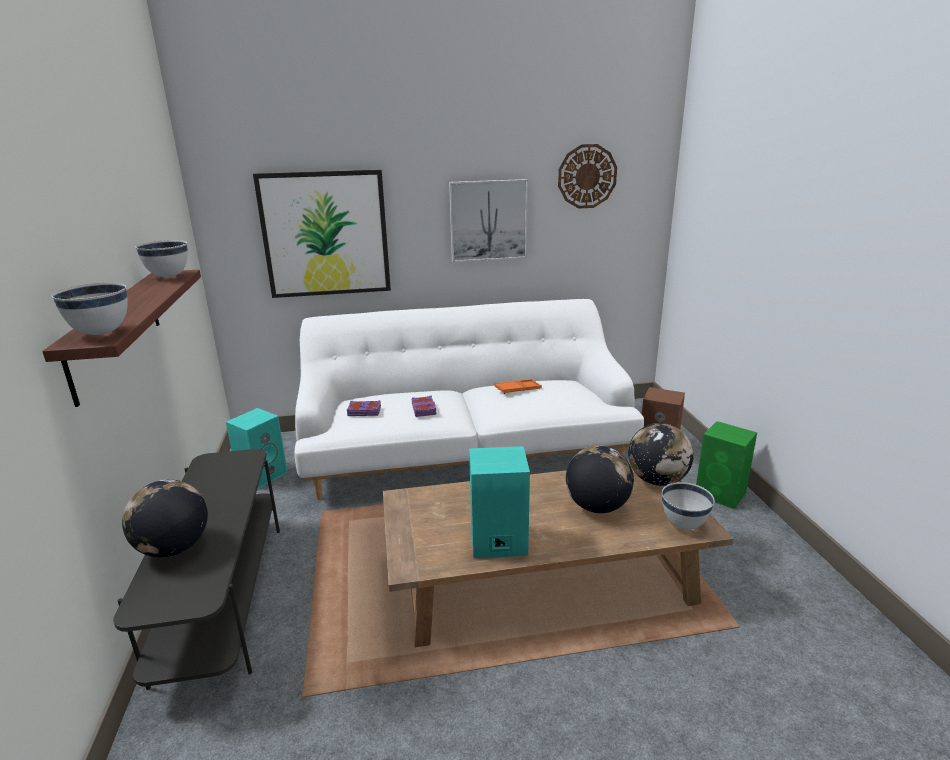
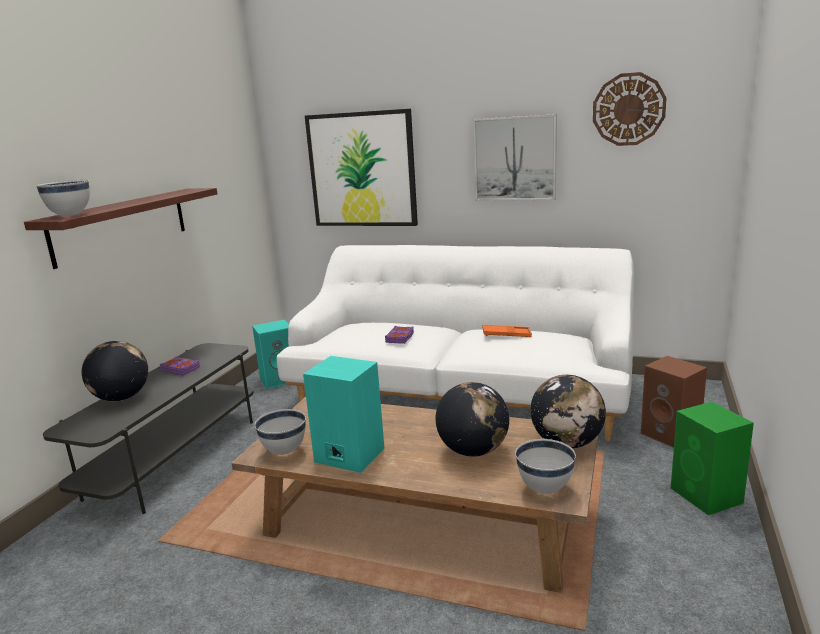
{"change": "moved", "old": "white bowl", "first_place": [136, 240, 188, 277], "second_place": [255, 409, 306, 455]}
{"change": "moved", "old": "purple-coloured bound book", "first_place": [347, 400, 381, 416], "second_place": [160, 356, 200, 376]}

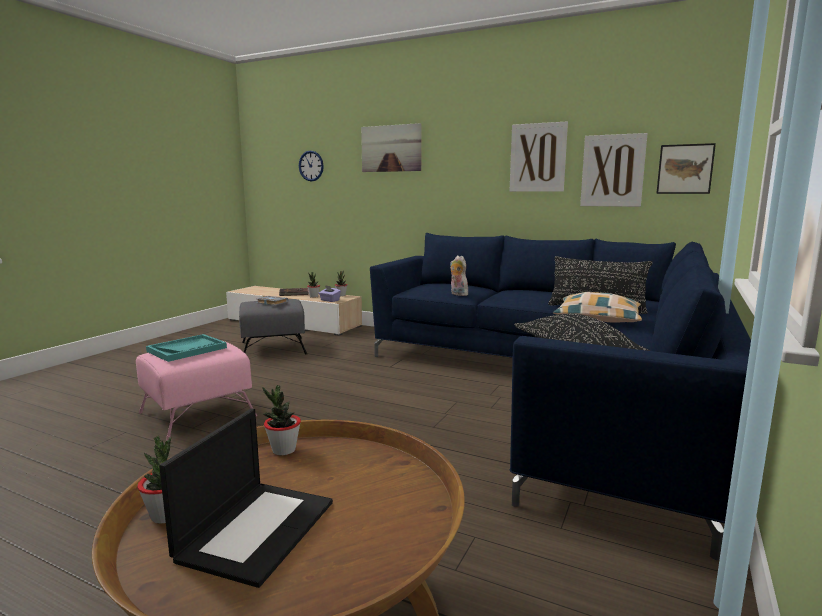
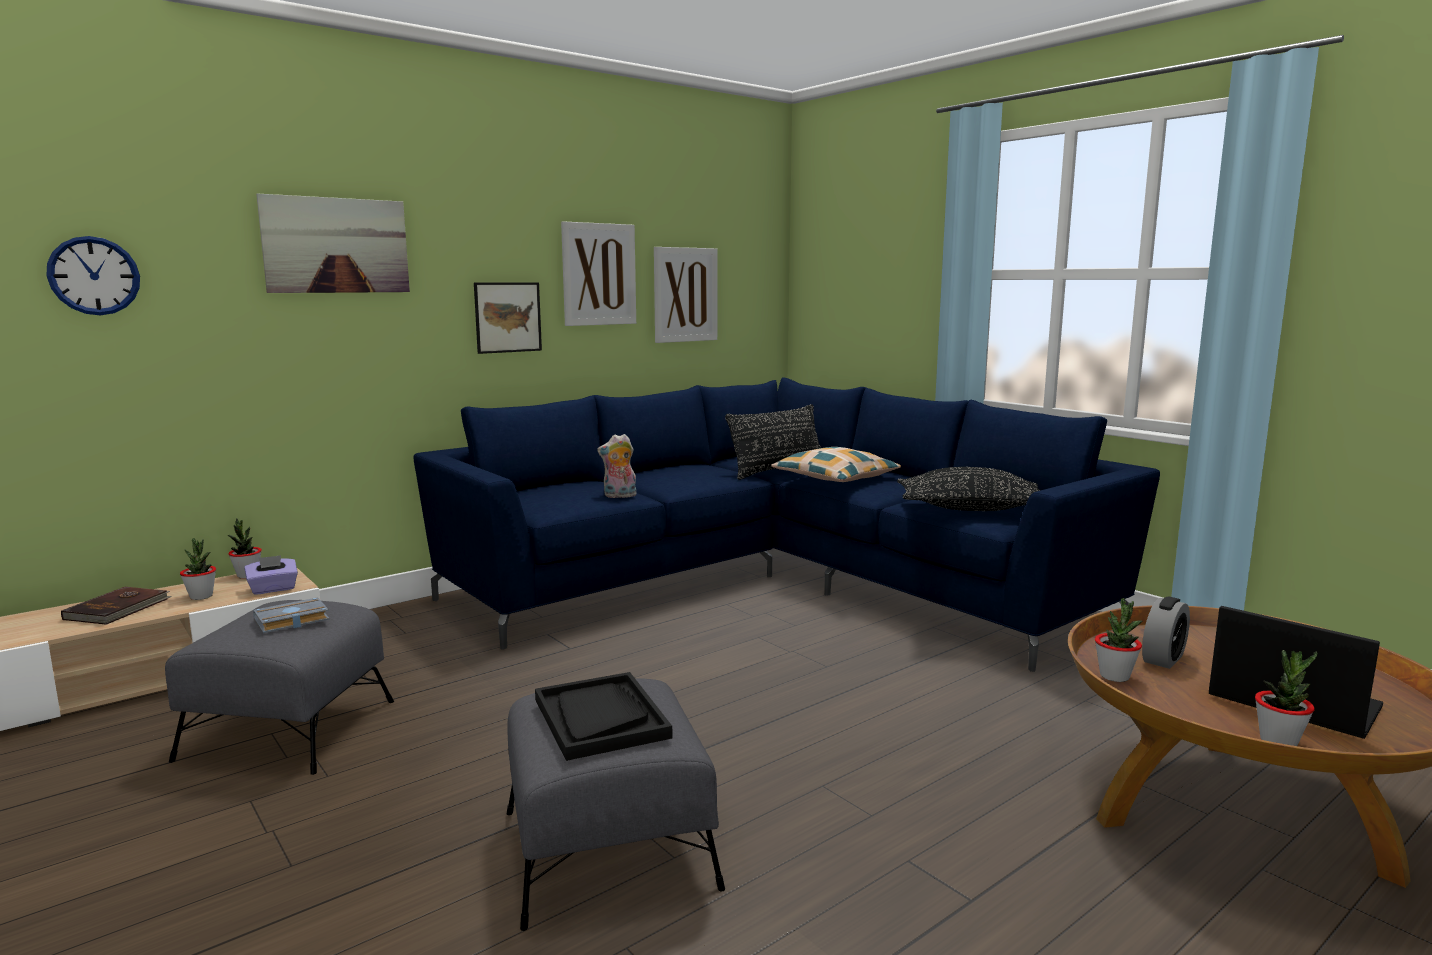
{"change": "recoloured", "old": "pink-coloured pouffe", "new": "gray pouffe", "first_place": [136, 341, 257, 441], "second_place": [507, 678, 725, 931]}
{"change": "recoloured", "old": "turquoise carrying tray", "new": "blackish carrying tray", "first_place": [146, 334, 227, 362], "second_place": [535, 672, 672, 761]}
{"change": "moved", "old": "wall art", "first_place": [656, 143, 716, 194], "second_place": [474, 282, 542, 354]}
{"change": "added", "new": "bedside clock", "second_place": [1142, 596, 1190, 669]}

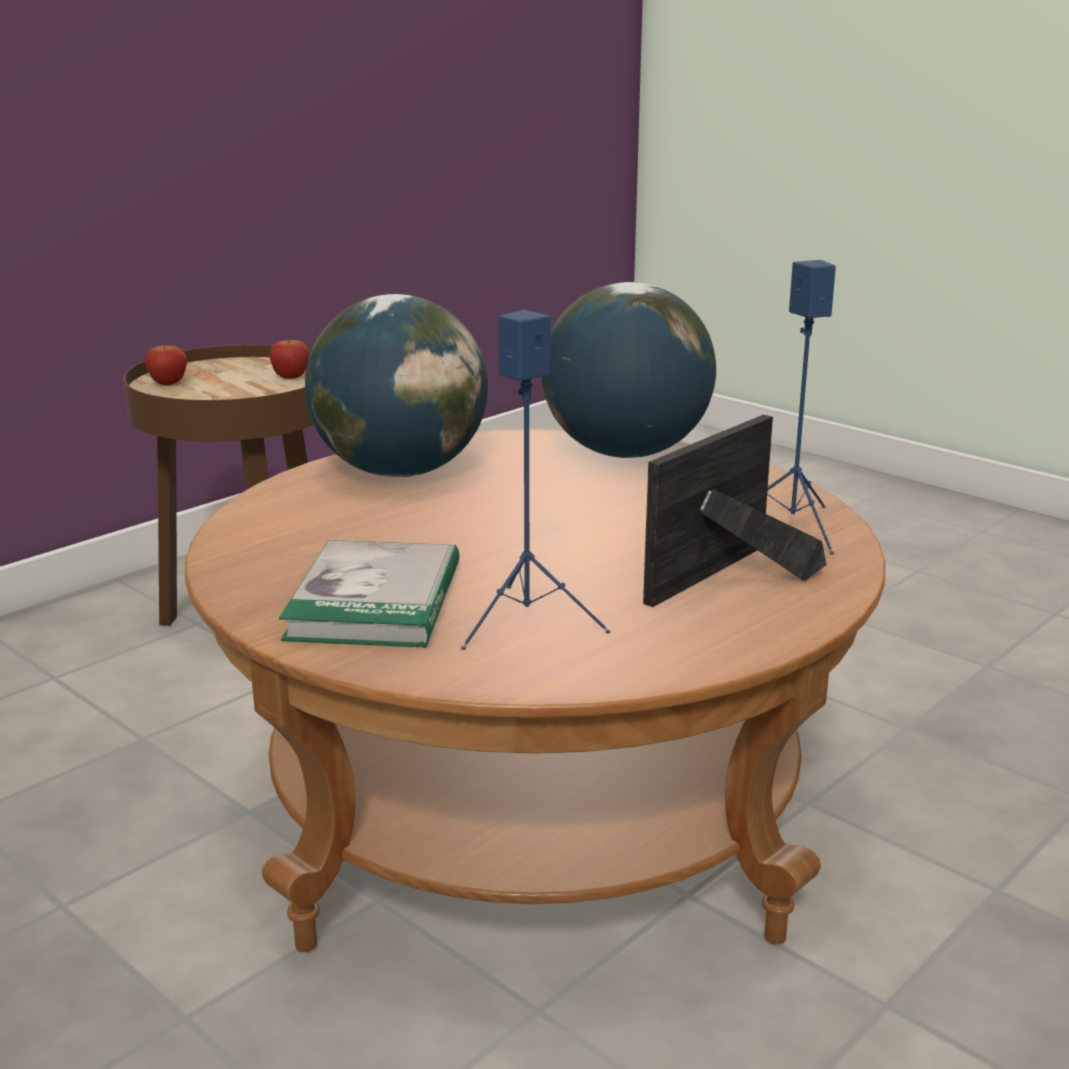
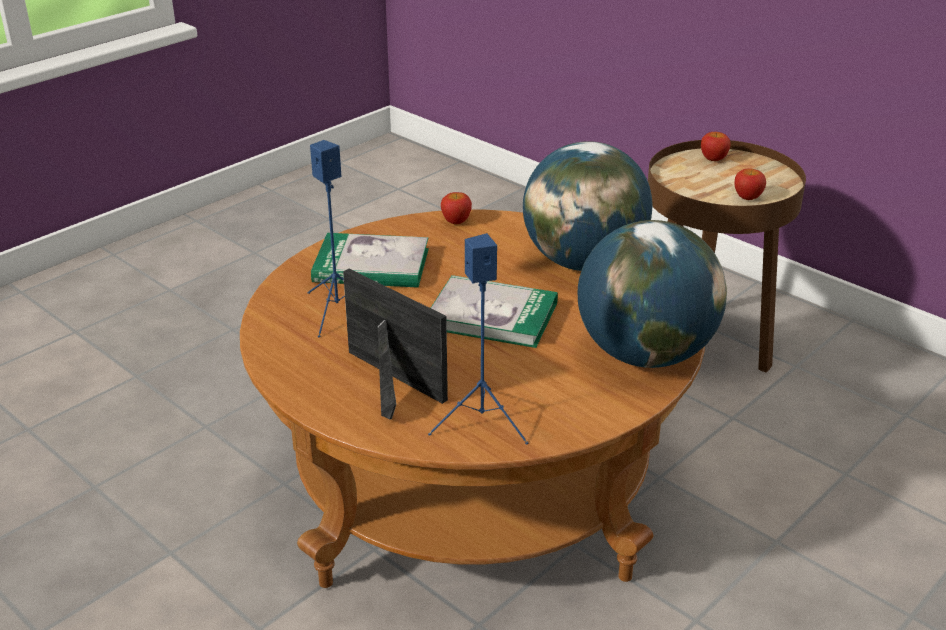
{"change": "added", "new": "bound book", "second_place": [431, 275, 558, 348]}
{"change": "added", "new": "apple fruit", "second_place": [441, 192, 472, 224]}

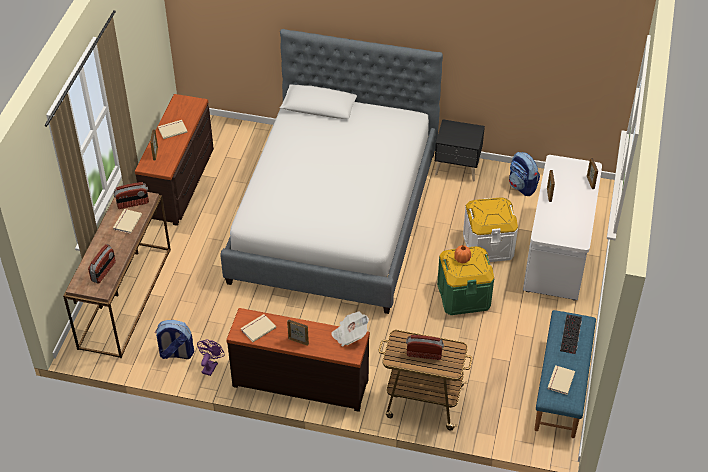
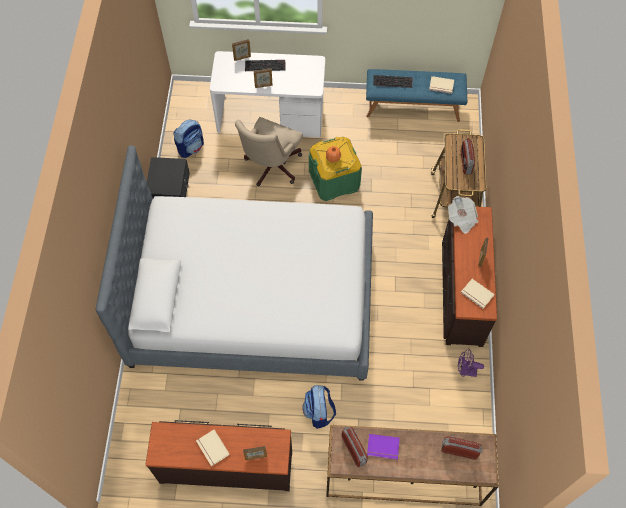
{"change": "recoloured", "old": "sand-coloured bound book", "new": "purple-coloured bound book", "first_place": [113, 209, 142, 234], "second_place": [367, 434, 400, 460]}
{"change": "moved", "old": "rucksack", "first_place": [155, 320, 194, 359], "second_place": [302, 385, 336, 429]}
{"change": "replaced", "old": "white storage bin", "new": "sand-coloured computer chair", "first_place": [463, 197, 518, 262], "second_place": [235, 117, 303, 186]}
{"change": "added", "new": "PC keyboard", "second_place": [245, 60, 286, 71]}

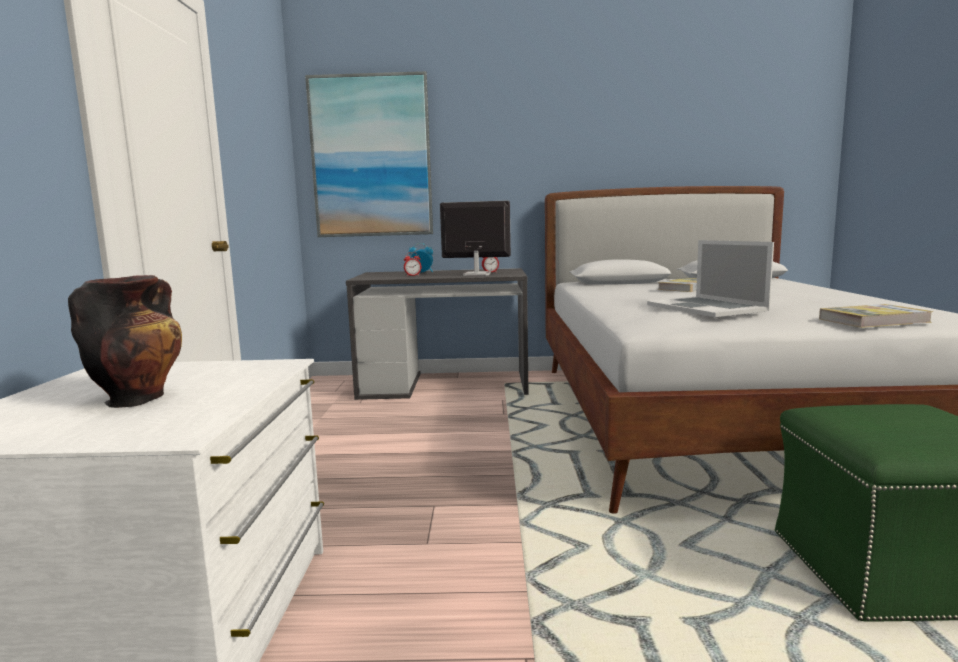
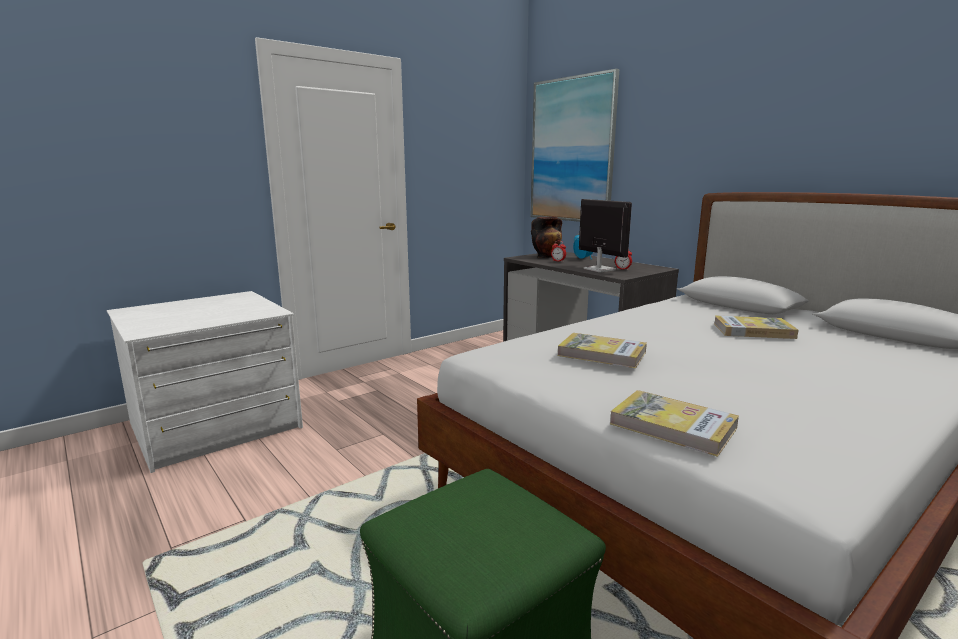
{"change": "moved", "old": "vase", "first_place": [68, 275, 182, 408], "second_place": [531, 216, 562, 258]}
{"change": "replaced", "old": "laptop", "new": "bound book", "first_place": [647, 240, 774, 317], "second_place": [557, 333, 647, 368]}

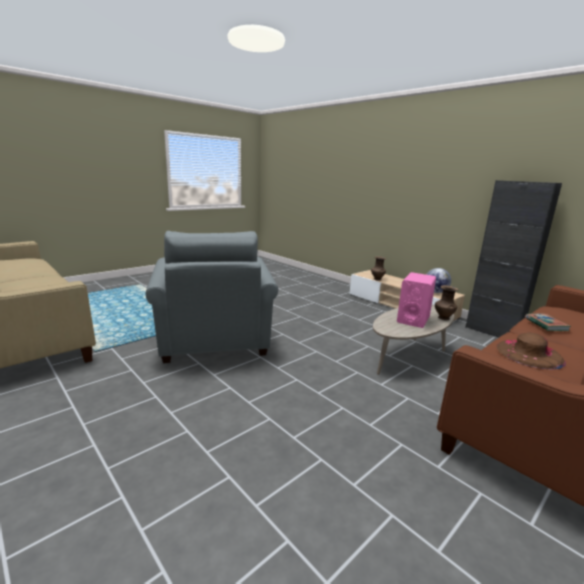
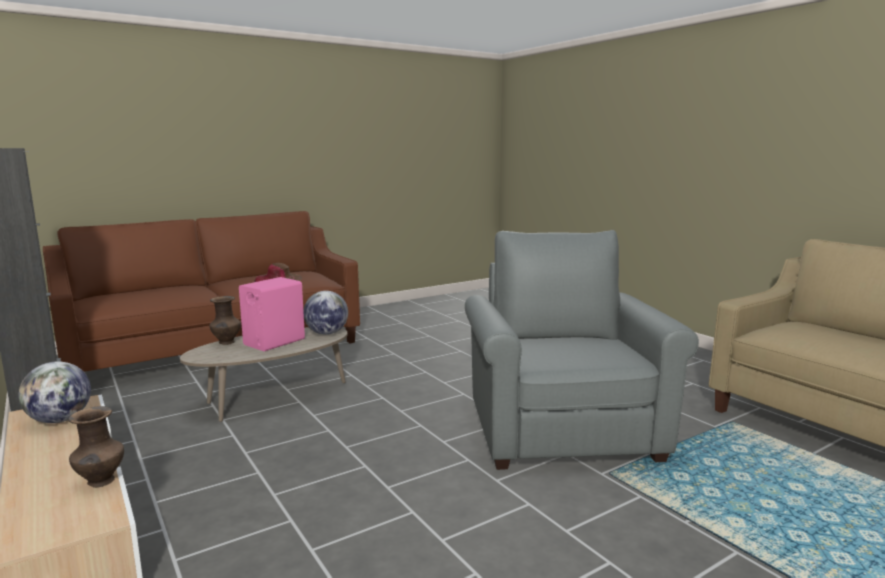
{"change": "removed", "old": "bound book", "first_place": [525, 314, 571, 331]}
{"change": "added", "new": "globe", "second_place": [303, 291, 348, 335]}

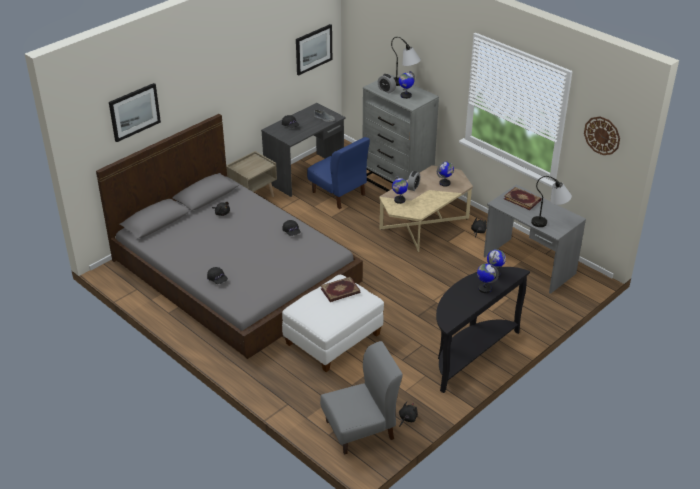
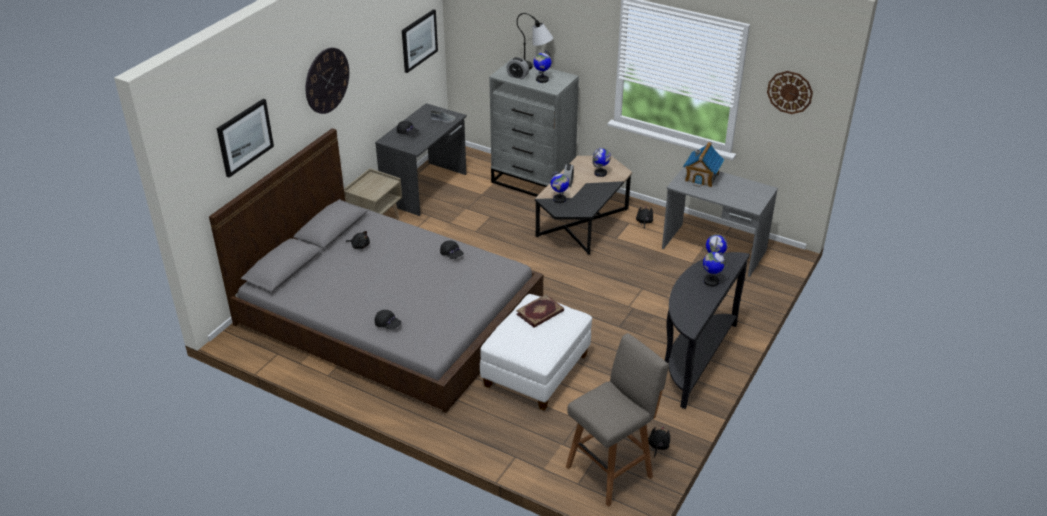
{"change": "removed", "old": "blue-coloured upright chair", "first_place": [307, 137, 370, 209]}
{"change": "replaced", "old": "gray upright chair", "new": "gray stool seat", "first_place": [320, 341, 403, 455], "second_place": [566, 333, 669, 507]}
{"change": "recoloured", "old": "sand-coloured coffee table", "new": "blackish coffee table", "first_place": [379, 165, 473, 252], "second_place": [535, 156, 632, 255]}
{"change": "replaced", "old": "bound book", "new": "miniature house", "first_place": [504, 187, 541, 210], "second_place": [683, 142, 725, 187]}
{"change": "removed", "old": "lamp for a table", "first_place": [531, 176, 572, 227]}
{"change": "added", "new": "wall clock", "second_place": [306, 48, 349, 114]}

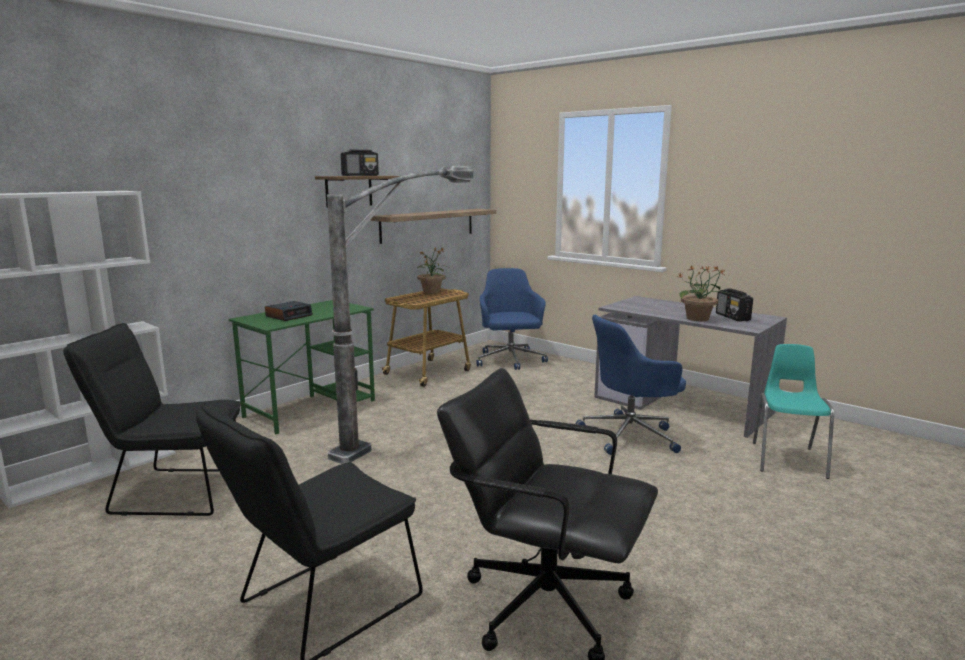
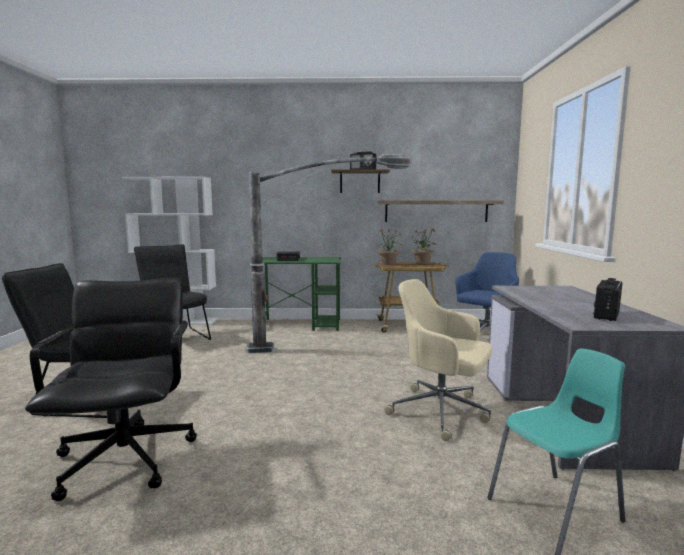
{"change": "recoloured", "old": "blue-coloured computer chair", "new": "sand-coloured computer chair", "first_place": [576, 315, 686, 455], "second_place": [384, 279, 492, 441]}
{"change": "moved", "old": "plant in a pot", "first_place": [679, 266, 728, 321], "second_place": [376, 229, 401, 265]}

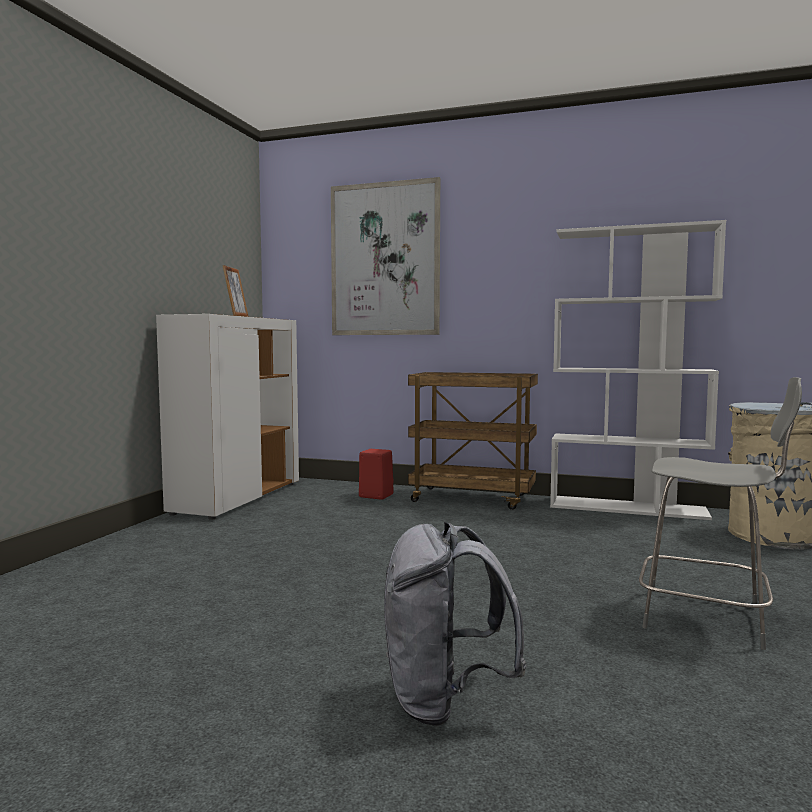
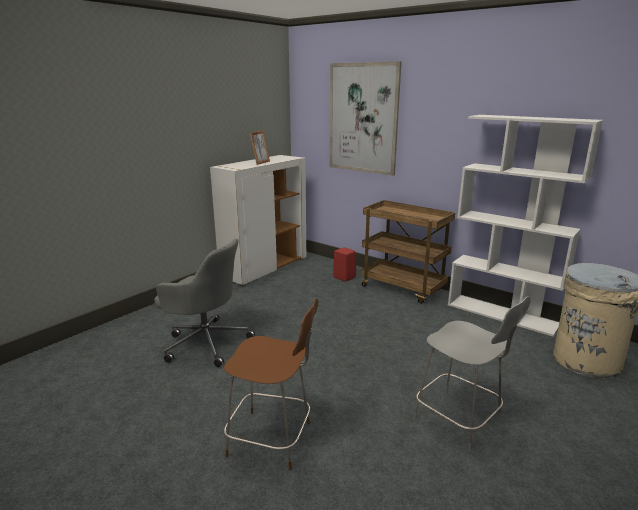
{"change": "replaced", "old": "gray rucksack", "new": "brown-coloured upright chair", "first_place": [384, 522, 527, 726], "second_place": [224, 298, 318, 470]}
{"change": "added", "new": "gray computer chair", "second_place": [154, 238, 255, 367]}

